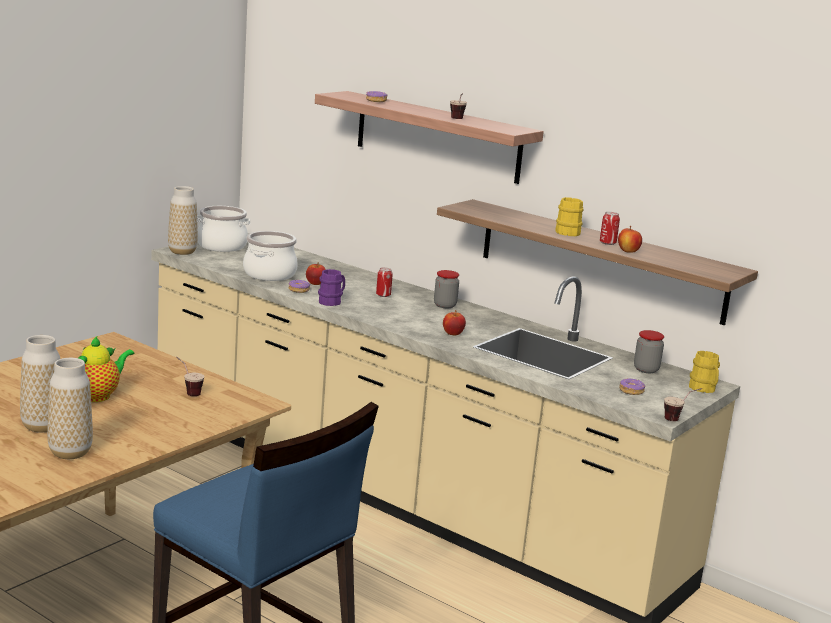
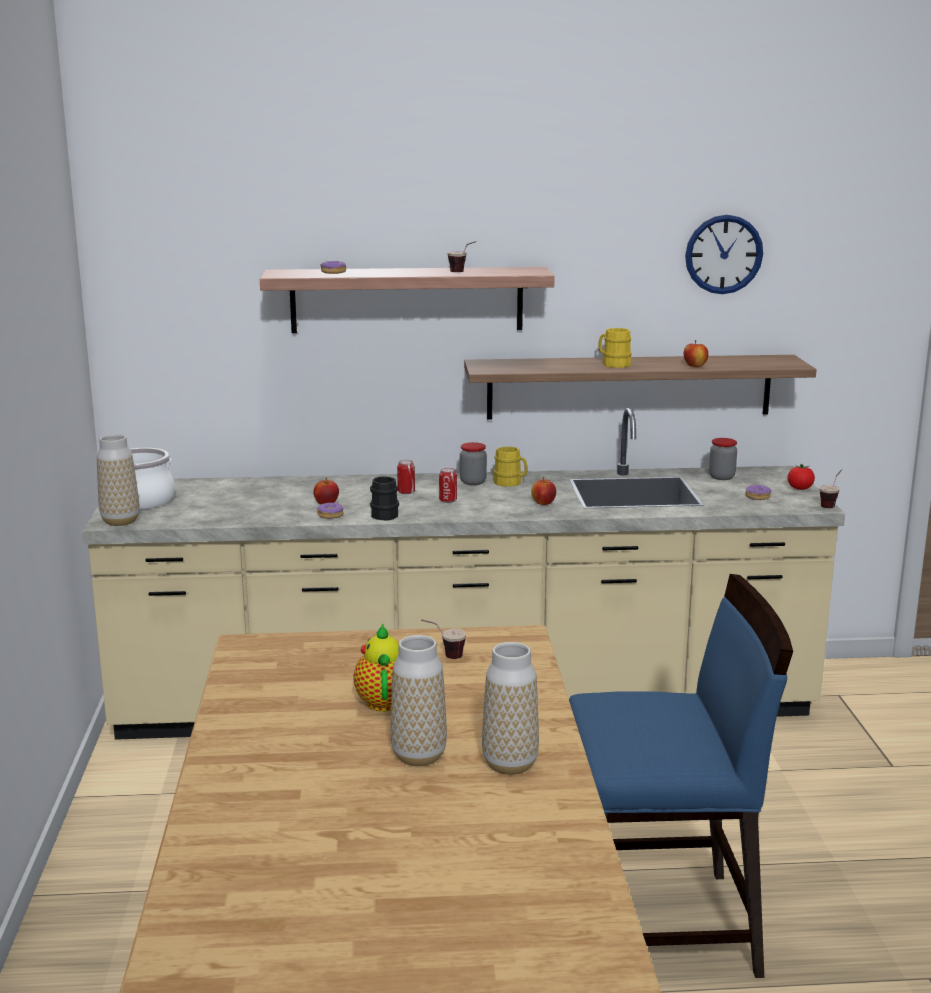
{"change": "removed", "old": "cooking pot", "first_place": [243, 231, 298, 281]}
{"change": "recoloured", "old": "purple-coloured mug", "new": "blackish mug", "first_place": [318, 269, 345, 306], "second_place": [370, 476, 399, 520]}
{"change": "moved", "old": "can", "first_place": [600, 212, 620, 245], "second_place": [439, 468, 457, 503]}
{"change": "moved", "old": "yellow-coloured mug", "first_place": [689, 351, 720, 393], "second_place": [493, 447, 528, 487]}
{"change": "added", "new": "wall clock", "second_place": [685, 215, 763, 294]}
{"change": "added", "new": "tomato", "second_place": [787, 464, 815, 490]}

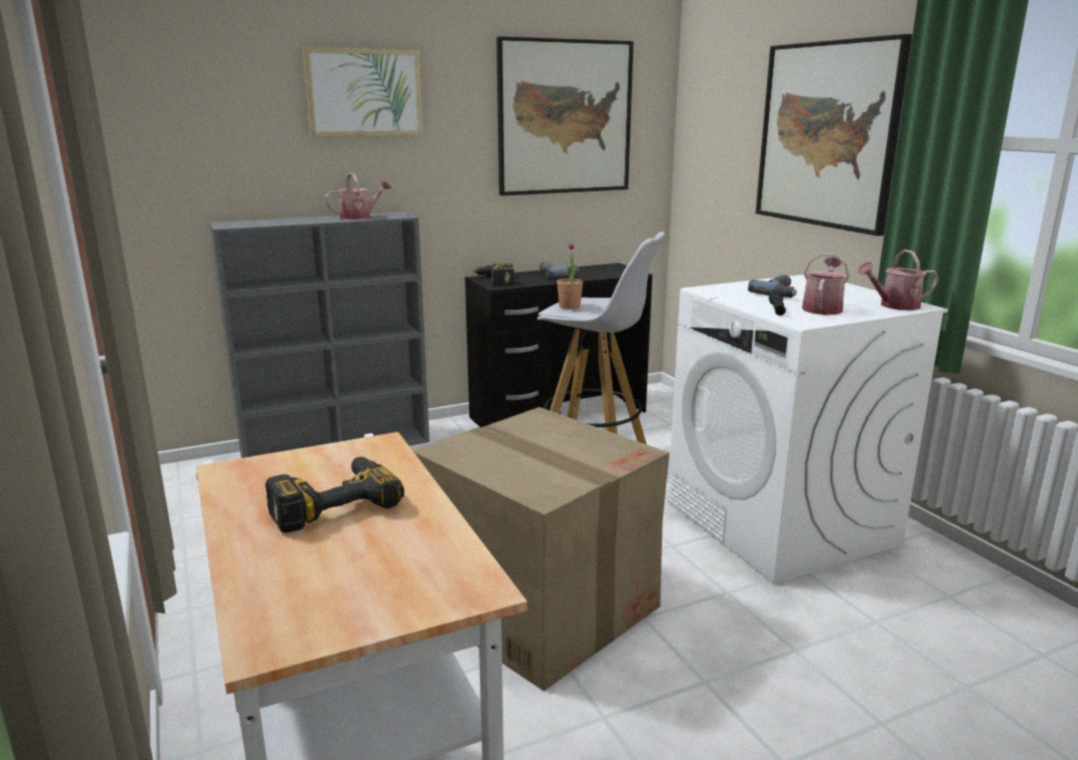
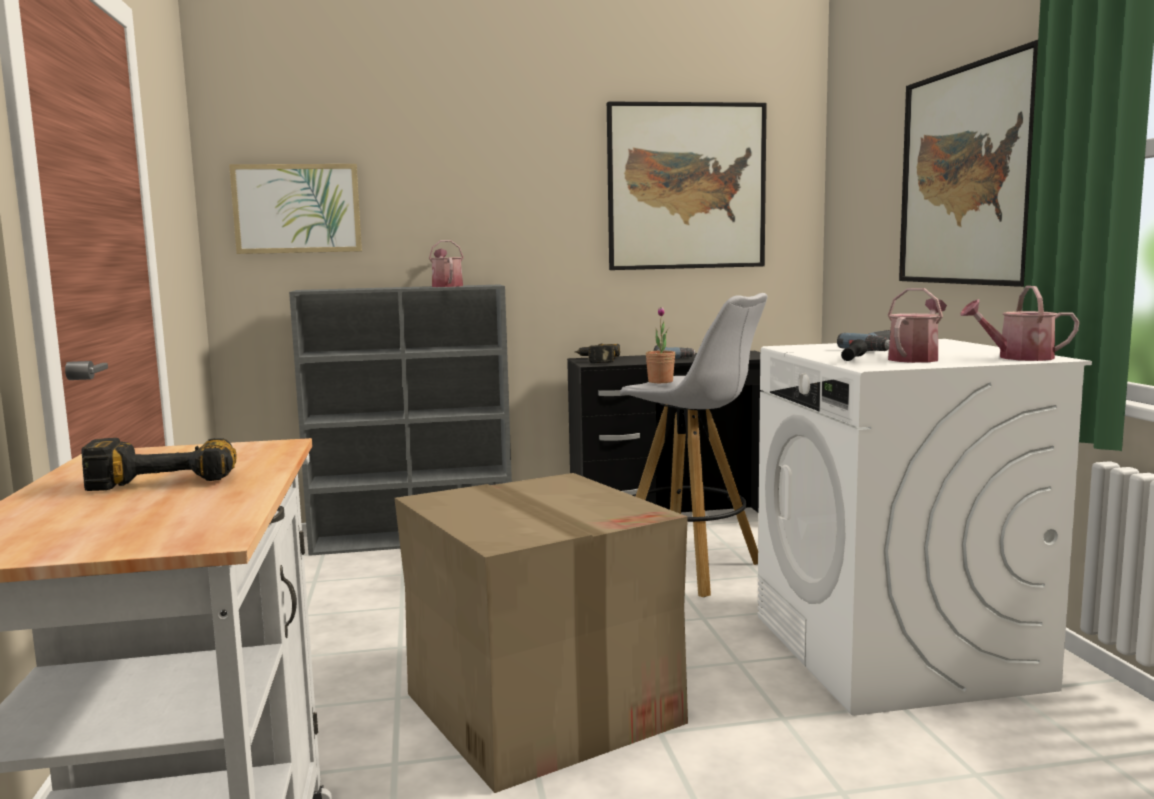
{"change": "moved", "old": "wall art", "first_place": [302, 47, 423, 136], "second_place": [229, 164, 362, 254]}
{"change": "turned", "old": "sprinkling can", "first_place": [325, 173, 391, 219], "second_place": [429, 240, 464, 287], "degrees": -90}

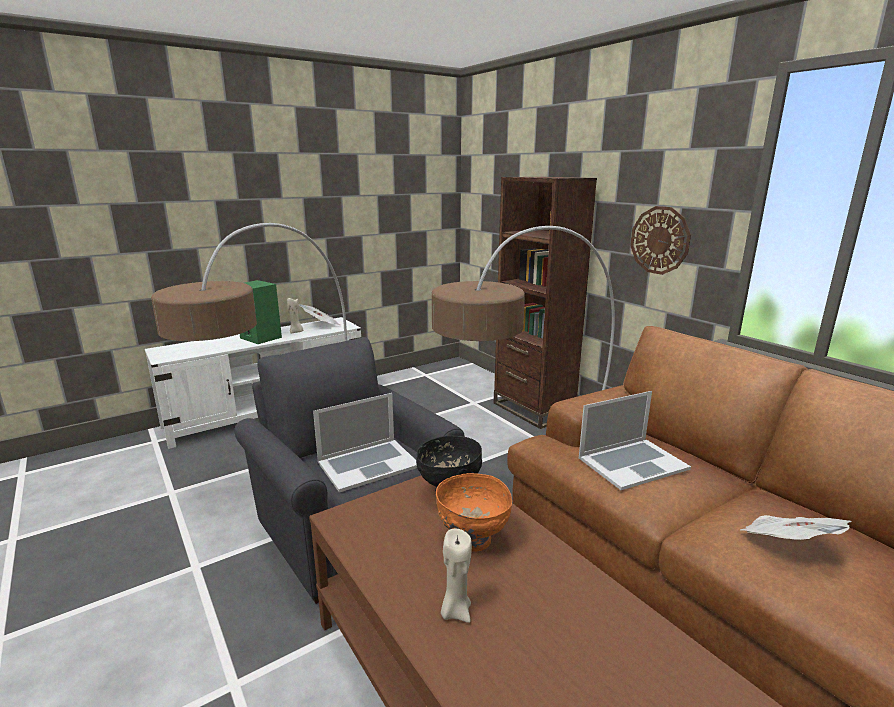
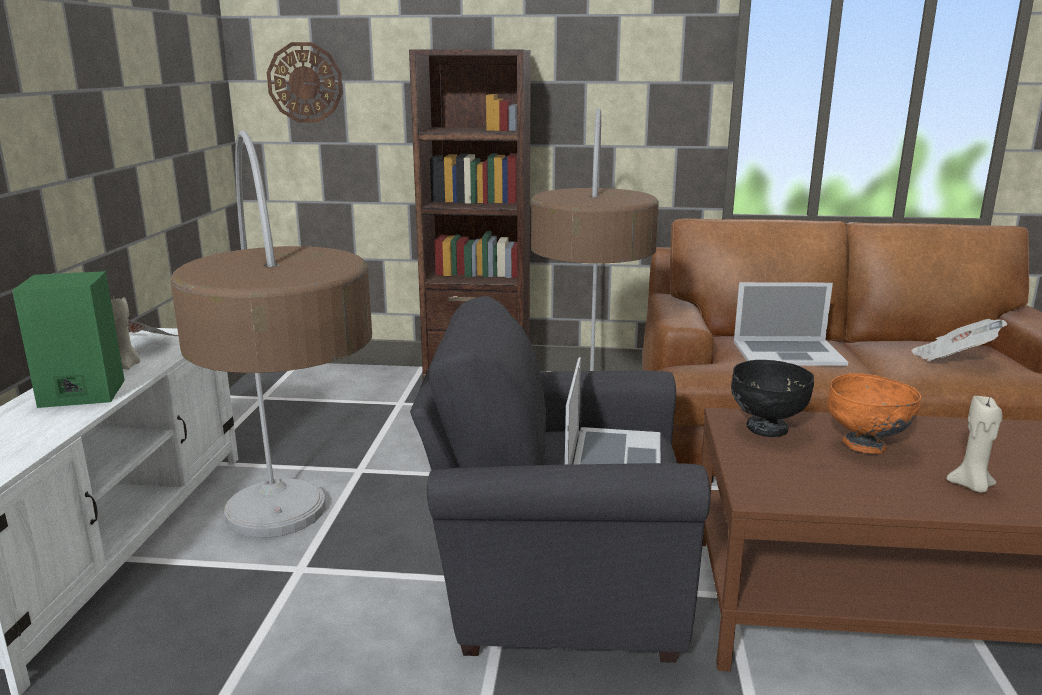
{"change": "turned", "old": "laptop", "first_place": [579, 391, 691, 490], "second_place": [734, 282, 848, 366], "degrees": 75}
{"change": "moved", "old": "wall clock", "first_place": [630, 206, 691, 275], "second_place": [267, 42, 343, 123]}

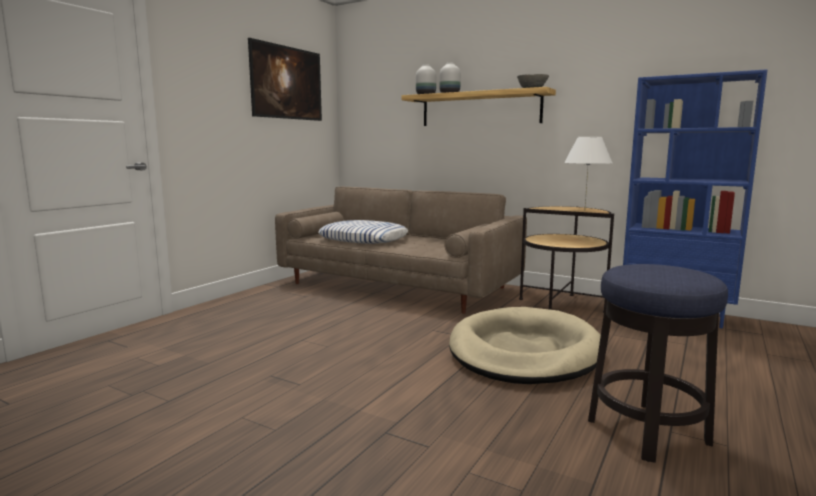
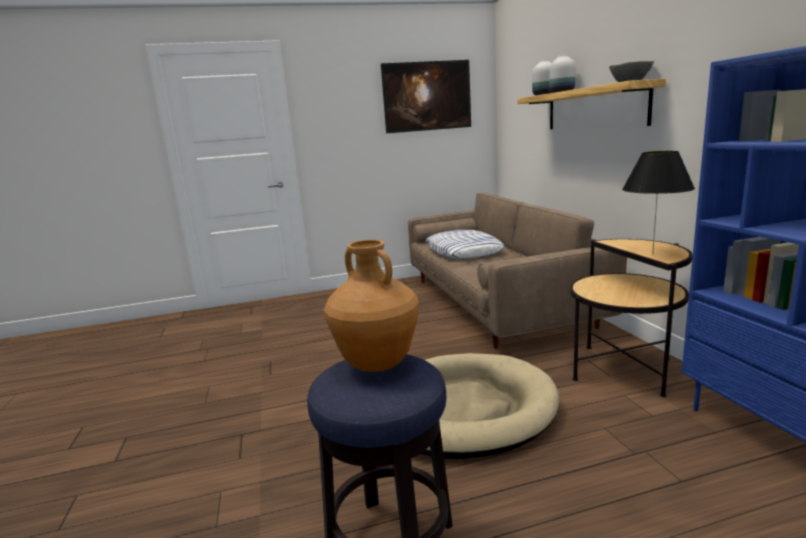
{"change": "recoloured", "old": "white lamp for a table", "new": "blackish lamp for a table", "first_place": [564, 137, 612, 206], "second_place": [622, 151, 695, 254]}
{"change": "added", "new": "brown-coloured vase", "second_place": [324, 240, 419, 372]}

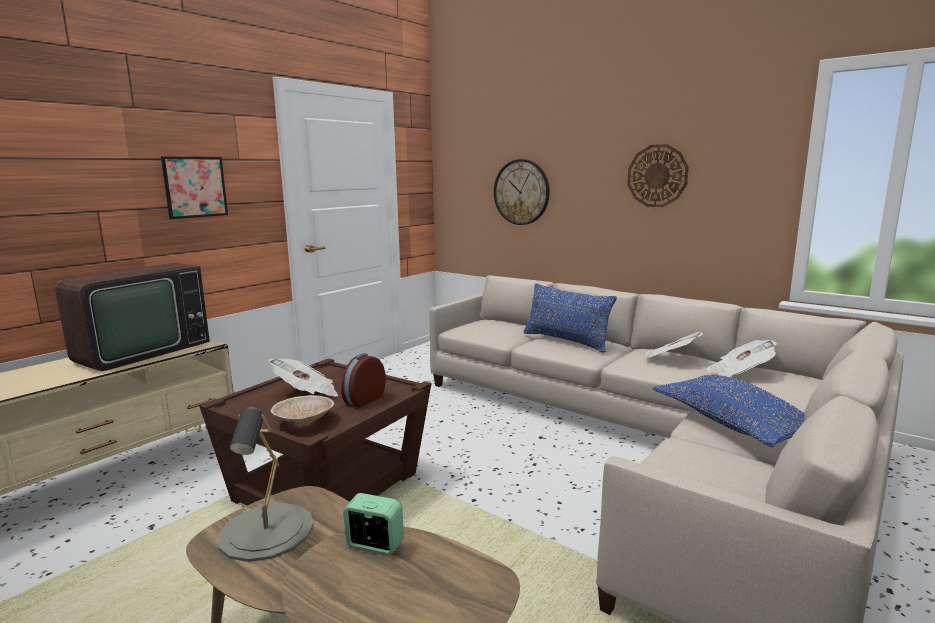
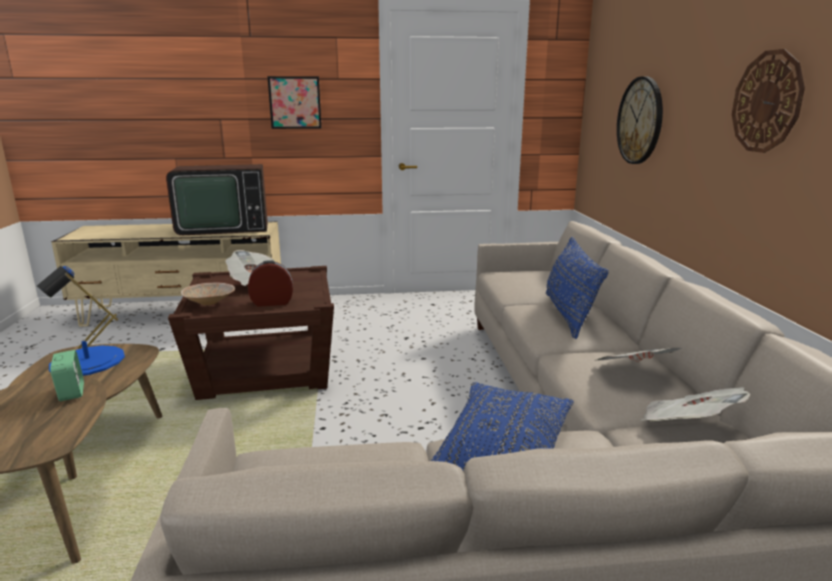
{"change": "recoloured", "old": "gray lamp for a table", "new": "blue-coloured lamp for a table", "first_place": [218, 407, 314, 562], "second_place": [37, 266, 125, 376]}

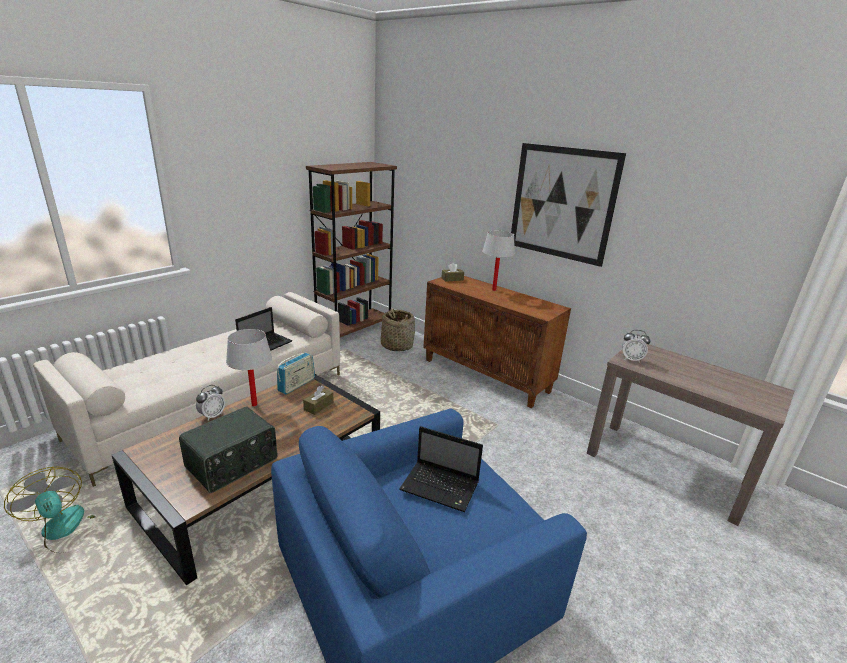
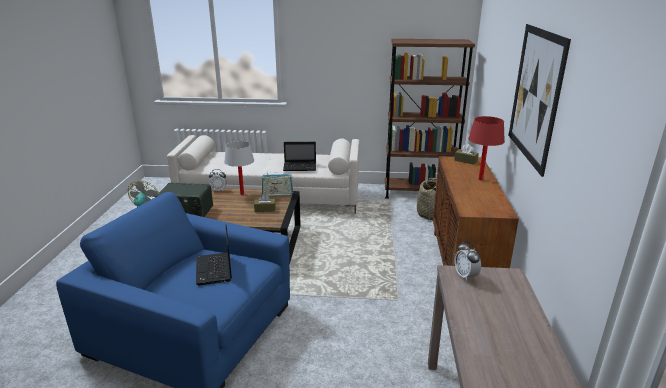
{"change": "recoloured", "old": "white lamp for a table", "new": "reddish lamp for a table", "first_place": [482, 231, 515, 291], "second_place": [468, 116, 505, 181]}

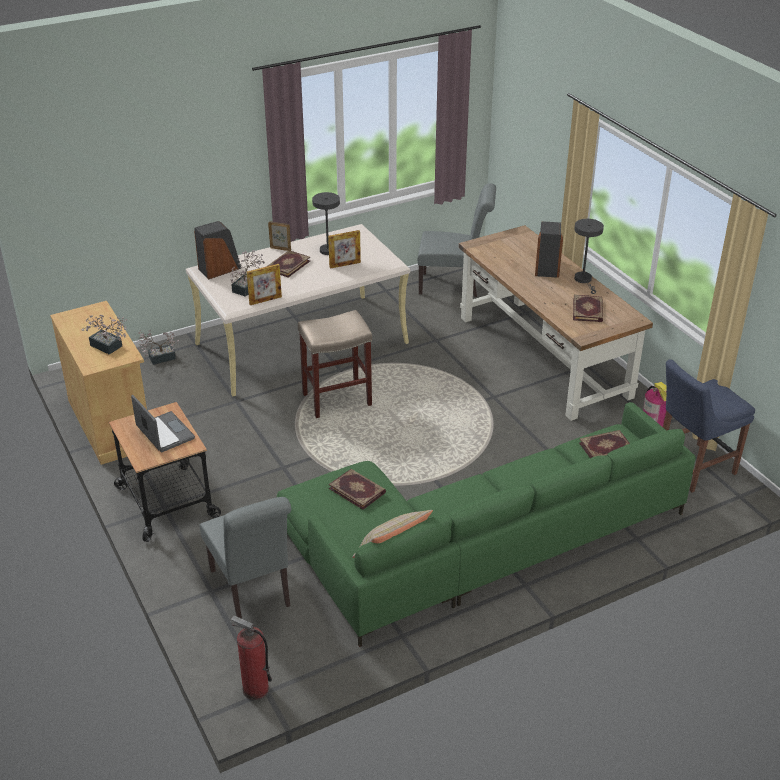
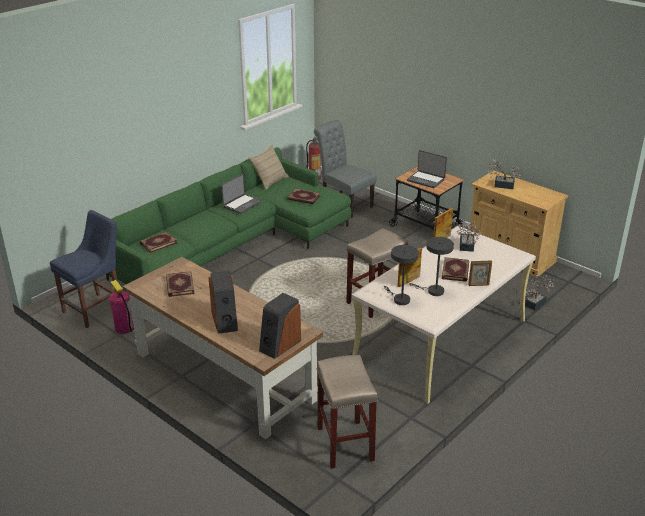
{"change": "moved", "old": "loudspeaker", "first_place": [194, 221, 241, 280], "second_place": [259, 293, 301, 359]}
{"change": "replaced", "old": "gray upright chair", "new": "sand-coloured stool seat", "first_place": [418, 183, 496, 297], "second_place": [317, 355, 378, 469]}
{"change": "moved", "old": "gray lamp for a table", "first_place": [574, 219, 604, 294], "second_place": [383, 245, 419, 305]}
{"change": "added", "new": "laptop", "second_place": [221, 174, 262, 214]}

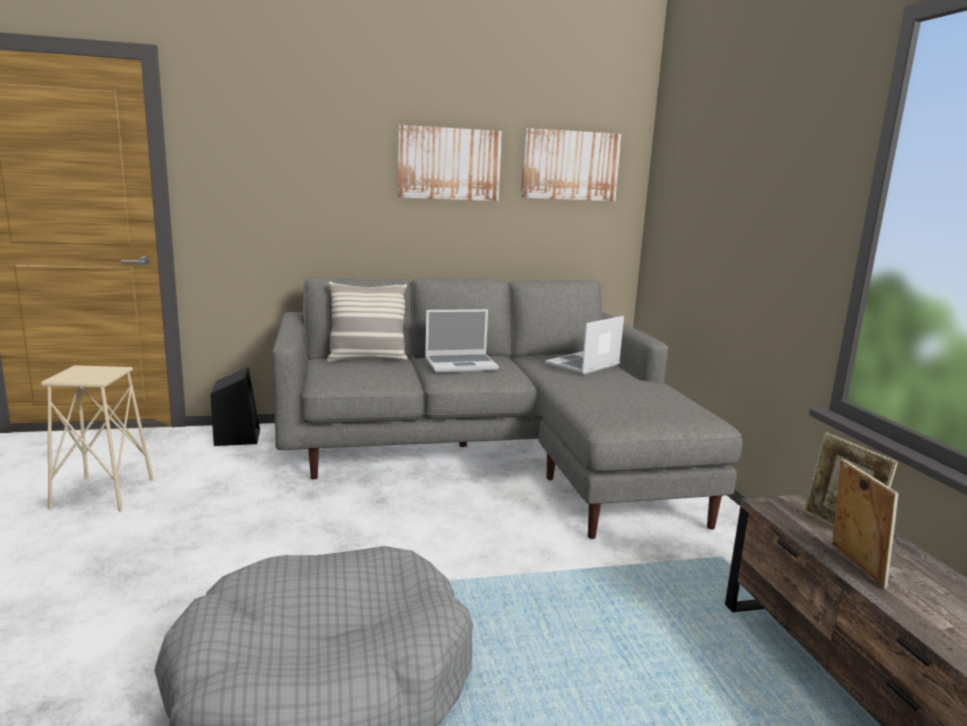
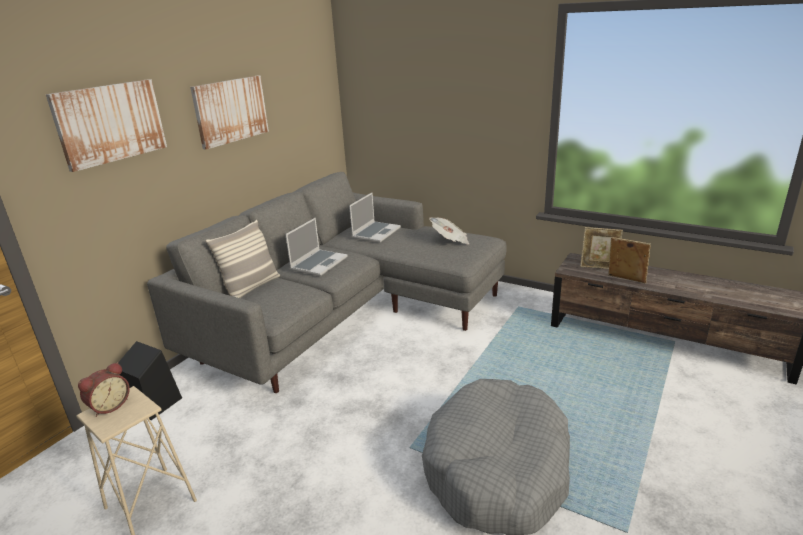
{"change": "moved", "old": "wall art", "first_place": [521, 128, 621, 201], "second_place": [46, 79, 167, 172]}
{"change": "turned", "old": "laptop", "first_place": [545, 316, 624, 375], "second_place": [349, 193, 401, 242], "degrees": -150}
{"change": "added", "new": "bedside clock", "second_place": [78, 362, 130, 417]}
{"change": "added", "new": "printed paper", "second_place": [429, 217, 469, 245]}

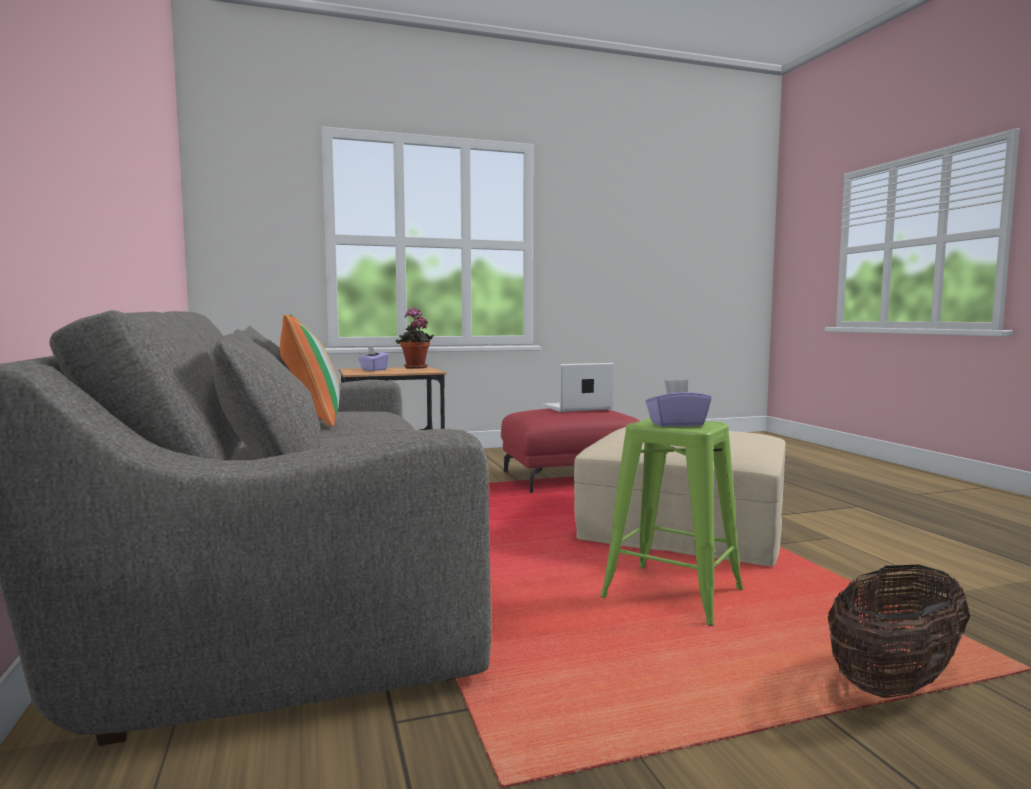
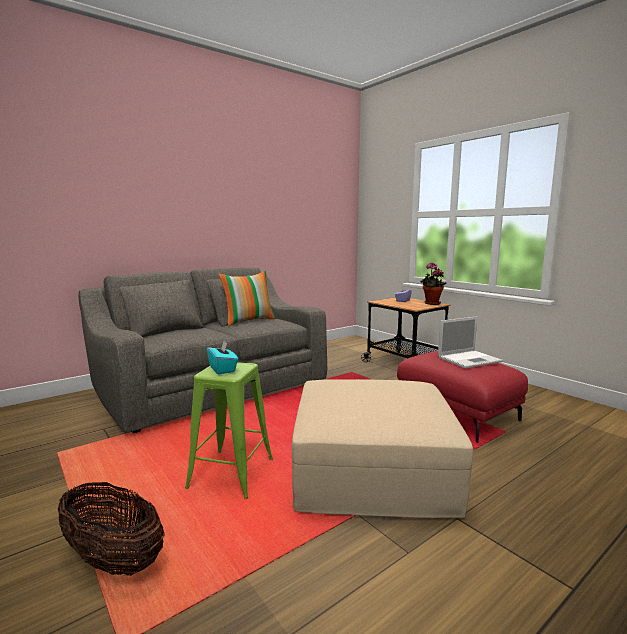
{"change": "turned", "old": "laptop", "first_place": [543, 363, 614, 412], "second_place": [438, 317, 503, 368], "degrees": 105}
{"change": "recoloured", "old": "purple-coloured tissue box", "new": "turquoise tissue box", "first_place": [646, 380, 711, 427], "second_place": [207, 341, 238, 374]}

